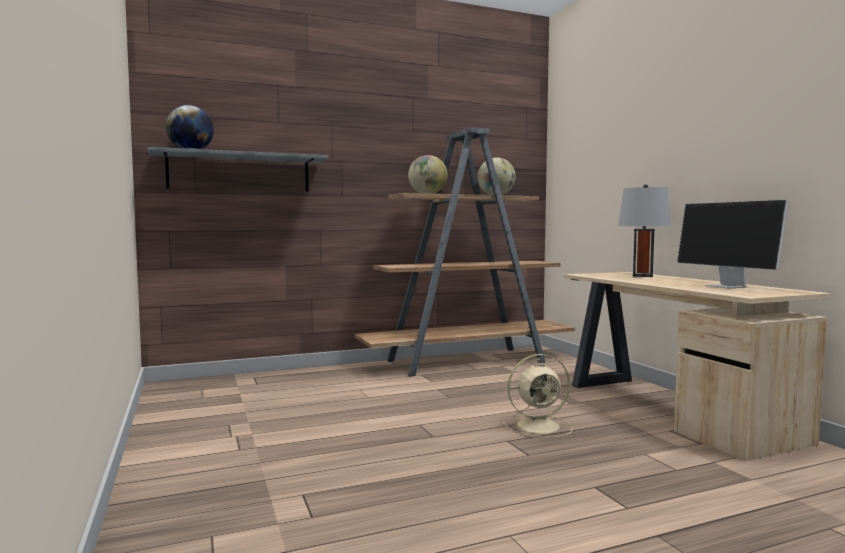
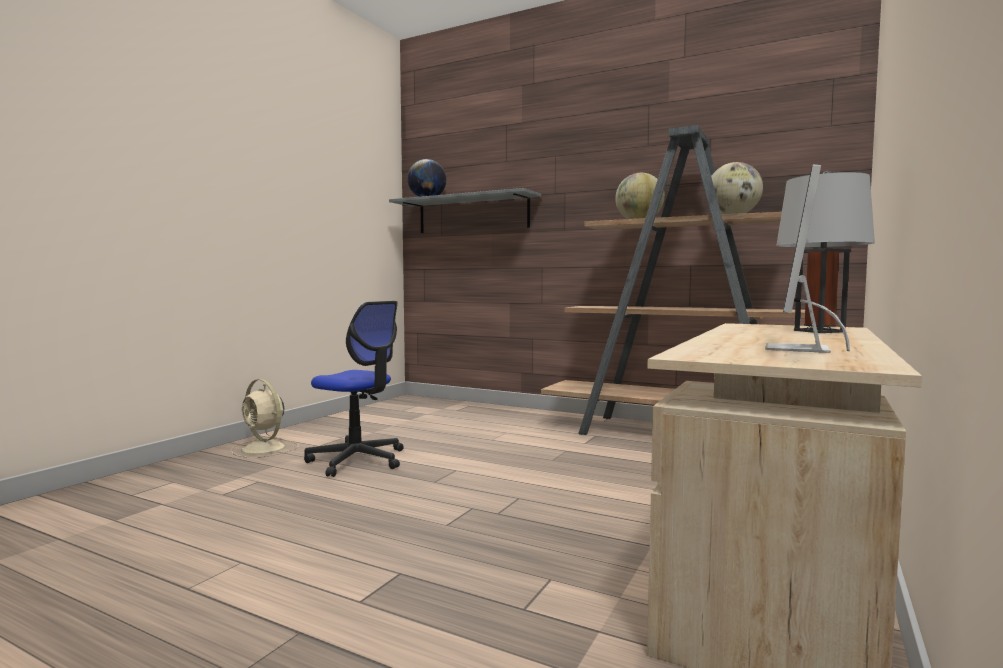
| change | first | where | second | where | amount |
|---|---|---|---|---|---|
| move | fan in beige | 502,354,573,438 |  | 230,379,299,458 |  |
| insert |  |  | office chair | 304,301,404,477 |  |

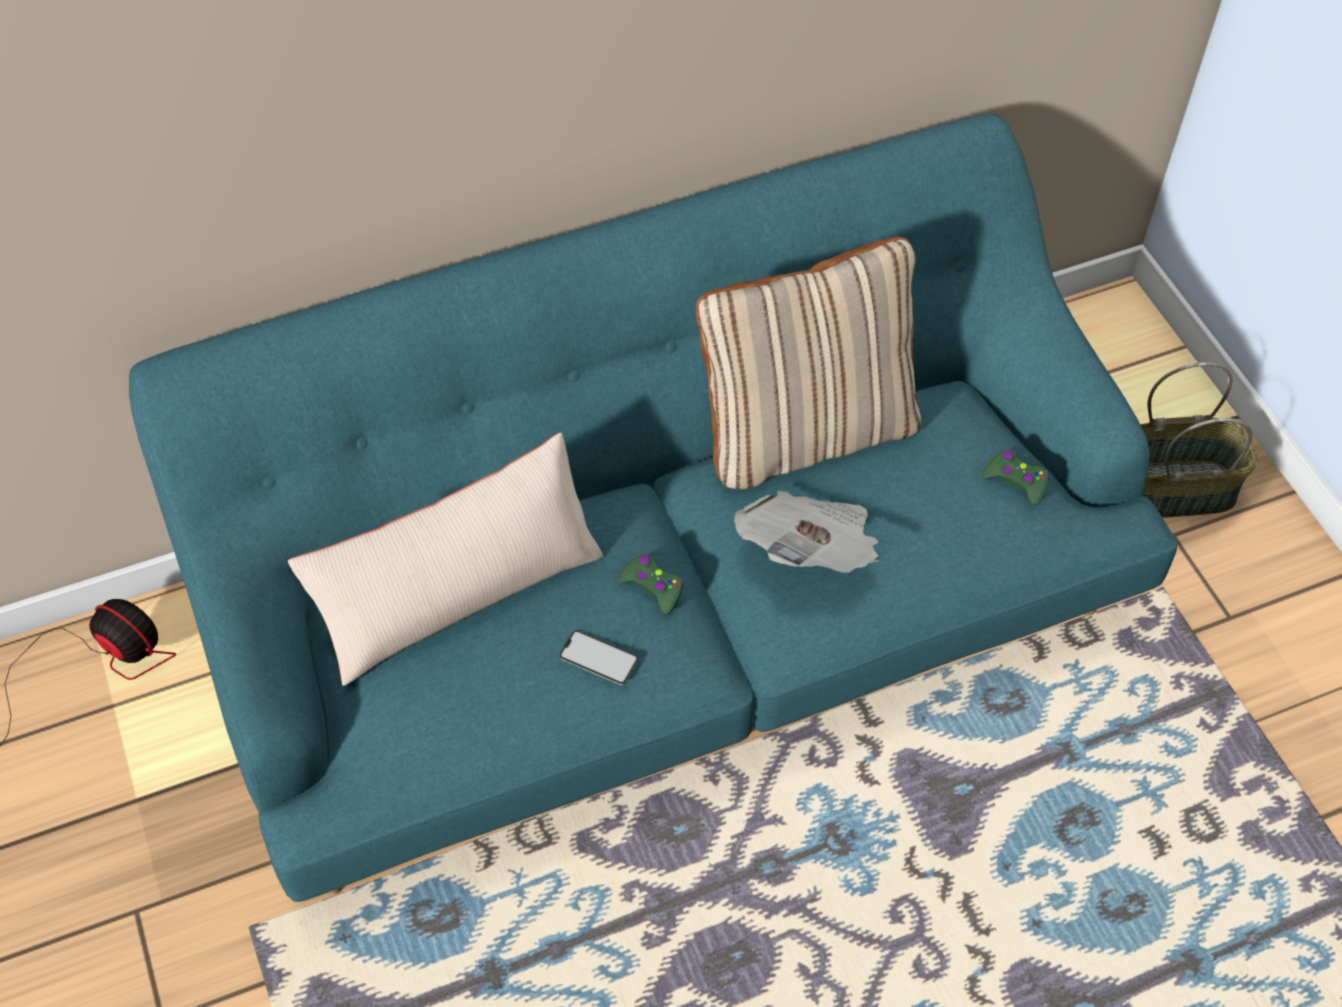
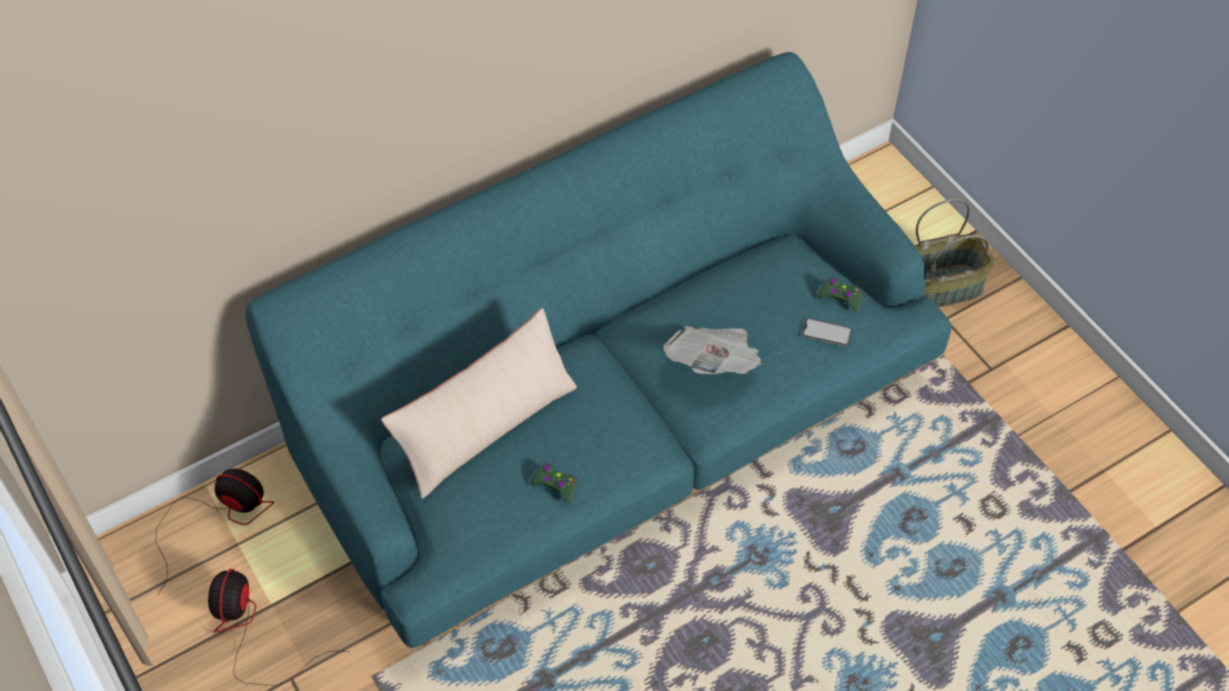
| change | first | where | second | where | amount |
|---|---|---|---|---|---|
| insert |  |  | fan | 208,569,347,686 |  |
| move | game controller in green | 618,553,684,615 |  | 530,463,577,503 |  |
| move | phone | 559,630,638,685 |  | 802,318,852,346 |  |
| delete | pillow in beige | 696,237,921,489 |  |  |  |

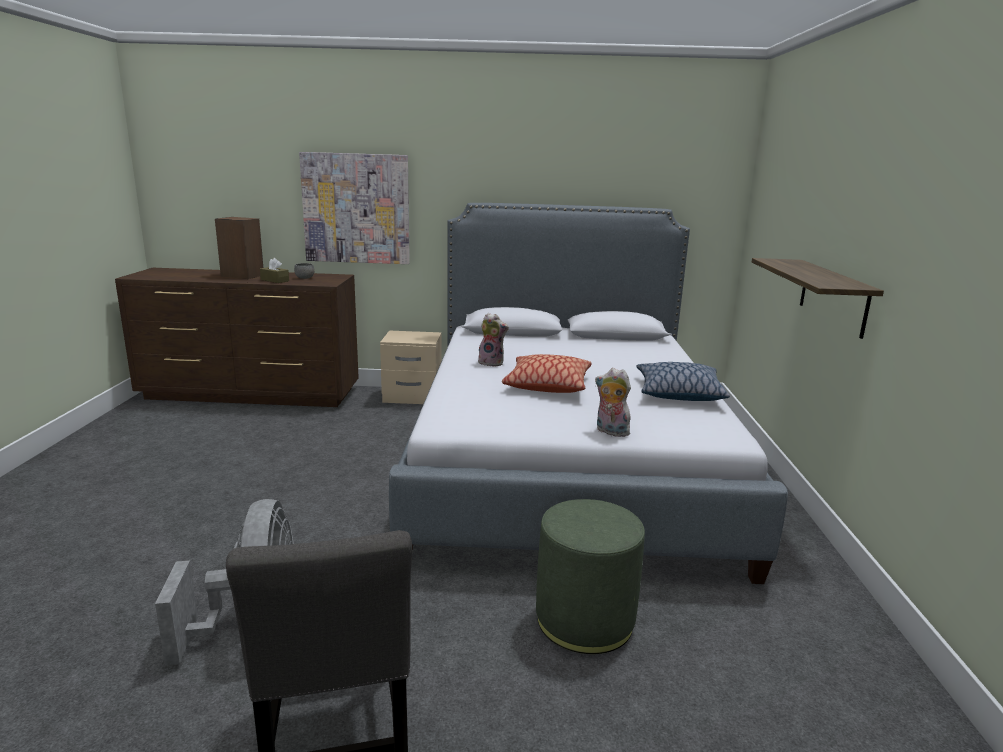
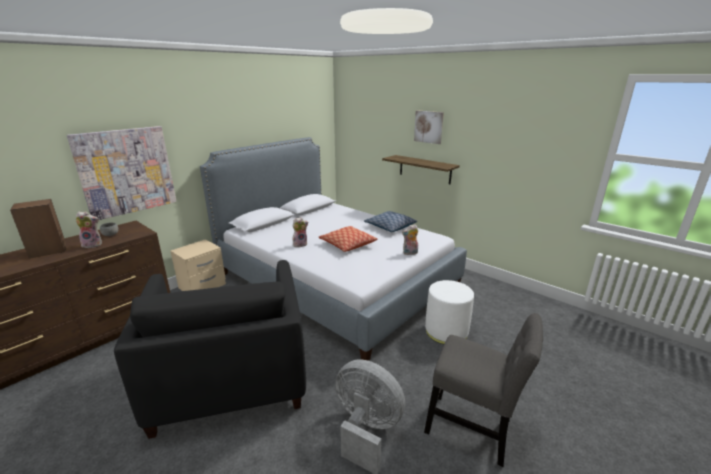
| change | first | where | second | where | amount |
|---|---|---|---|---|---|
| replace | tissue box in brown | 260,258,289,283 | plush toy | 76,211,102,248 |  |
| insert |  |  | armchair in black | 114,260,306,439 |  |
| insert |  |  | picture | 414,110,444,144 |  |
| recolor | ottoman in green | 536,499,645,654 | ottoman in white | 425,280,474,344 |  |

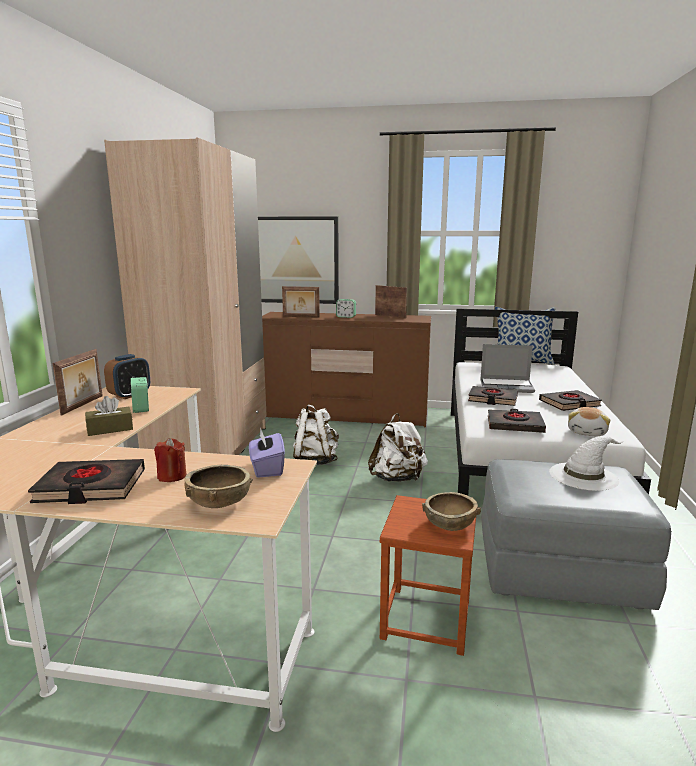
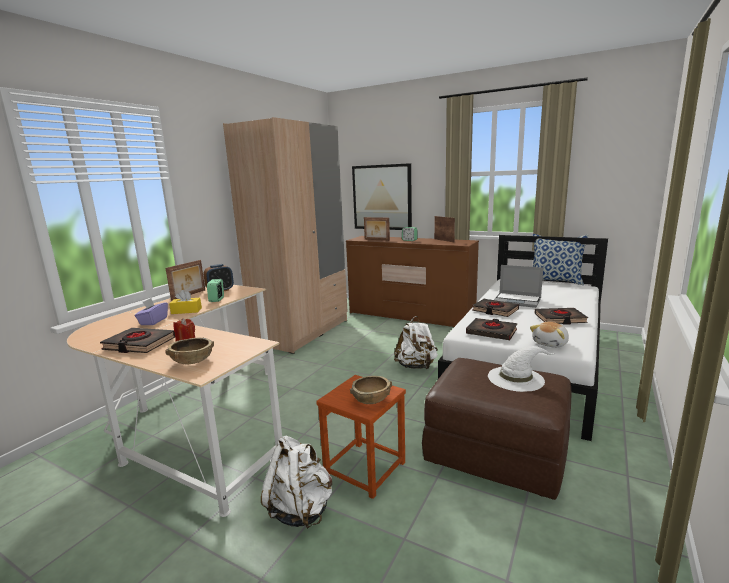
| change | first | where | second | where | amount |
|---|---|---|---|---|---|
| move | tissue box in purple | 249,427,285,478 |  | 135,298,168,325 |  |
| recolor | tissue box in brown | 85,396,133,436 | tissue box in yellow | 169,290,202,314 |  |
| move | backpack in white | 293,405,339,465 |  | 261,436,332,529 |  |
| recolor | ottoman in grey | 481,459,671,610 | ottoman in brown | 422,358,571,500 |  |

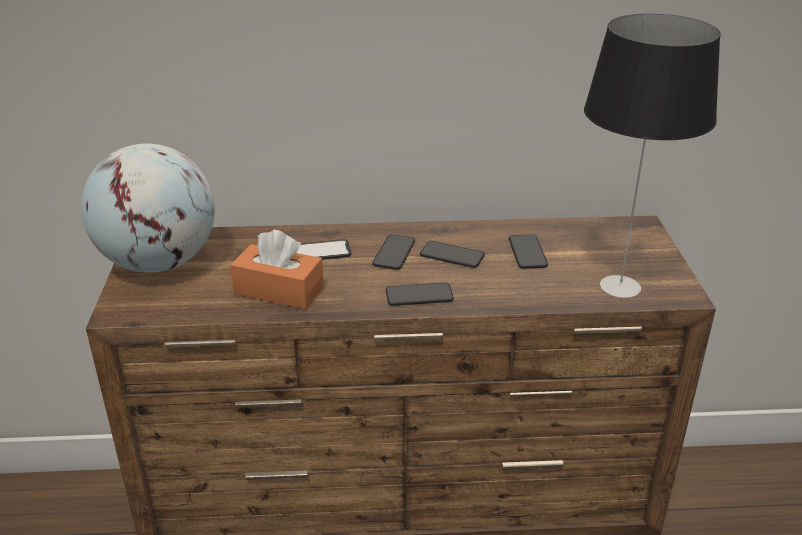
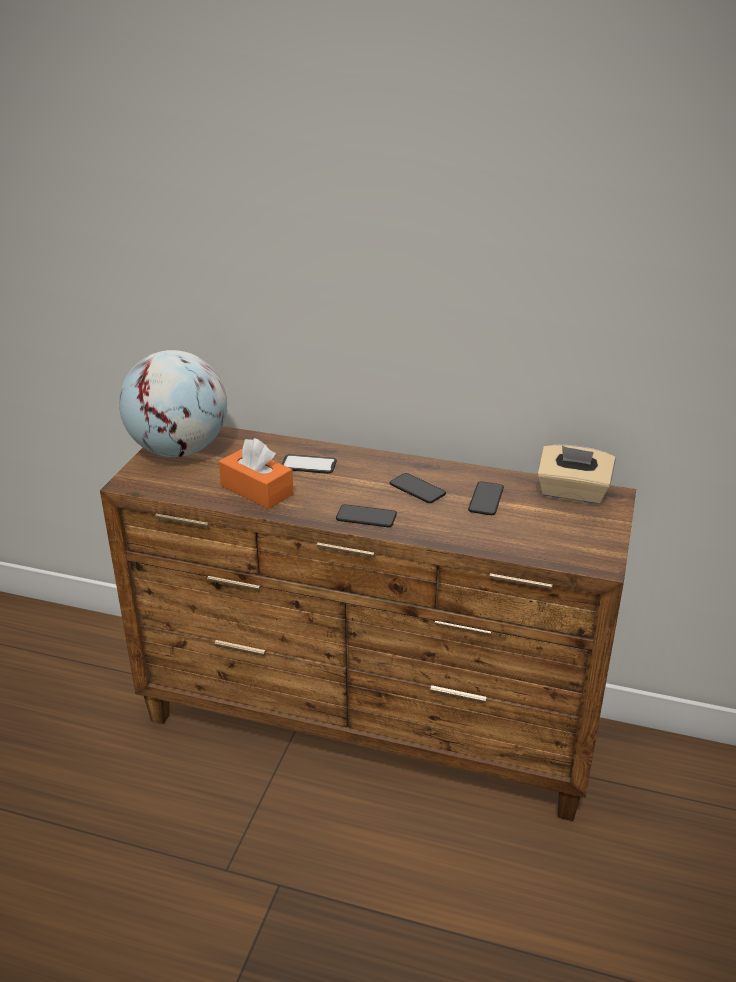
| change | first | where | second | where | amount |
|---|---|---|---|---|---|
| insert |  |  | tissue box in beige | 537,445,615,505 |  |
| delete | phone | 372,234,415,270 |  |  |  |
| delete | table lamp | 584,14,721,298 |  |  |  |

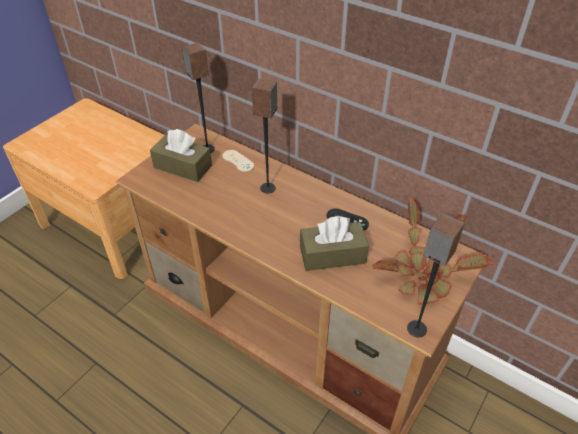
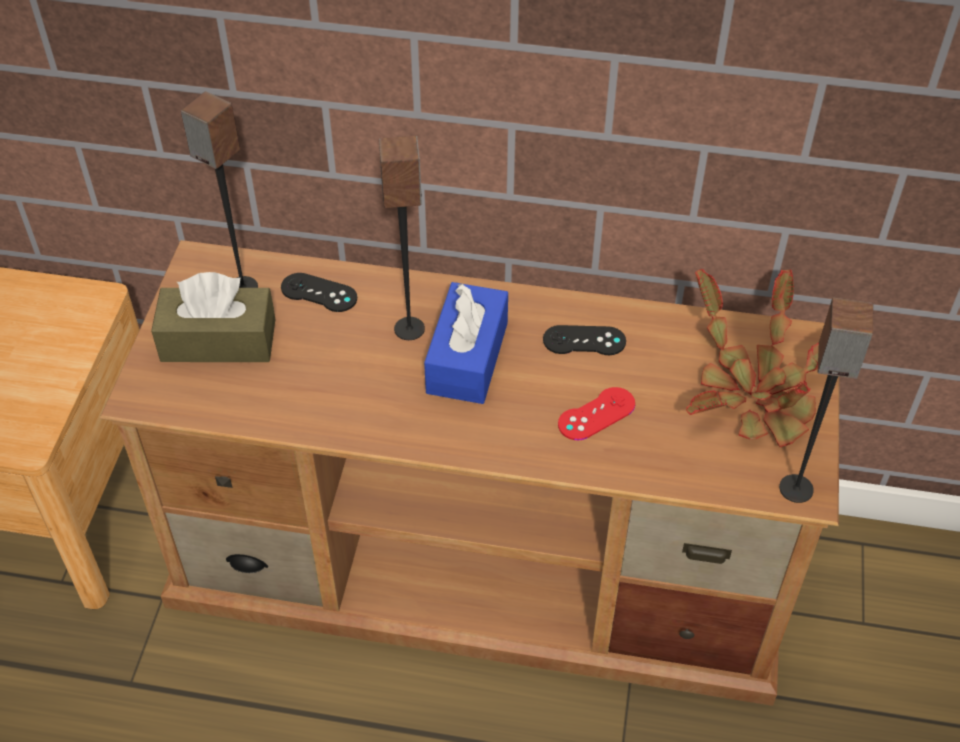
| change | first | where | second | where | amount |
|---|---|---|---|---|---|
| recolor | game controller in beige | 222,150,254,172 | game controller in black | 281,273,357,312 |  |
| insert |  |  | tissue box in blue | 424,282,508,404 |  |
| replace | tissue box in brown | 300,216,369,271 | game controller in red | 558,387,635,440 |  |

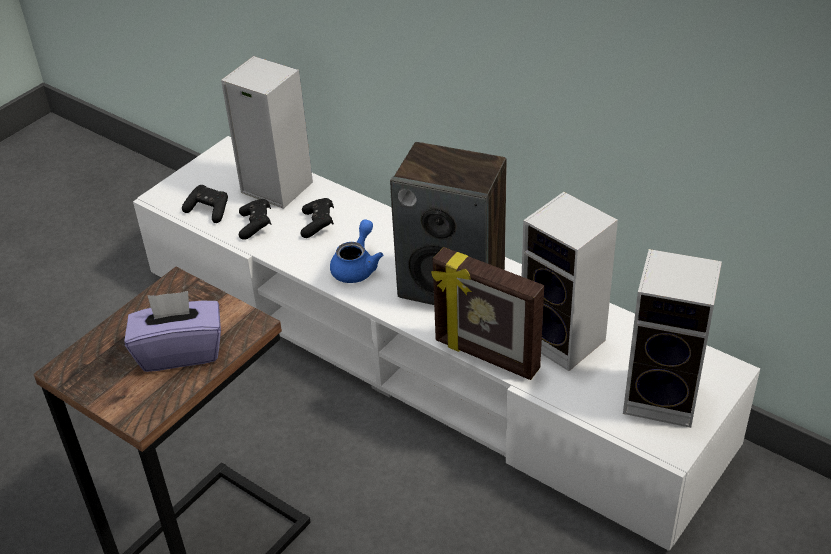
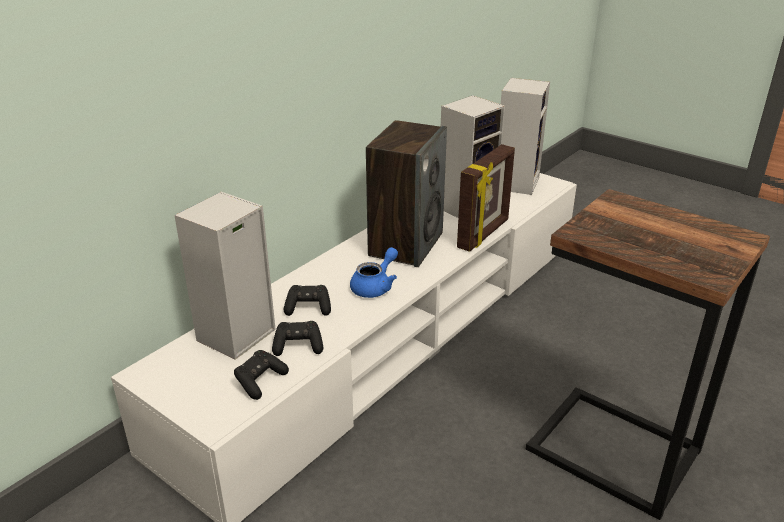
| change | first | where | second | where | amount |
|---|---|---|---|---|---|
| rotate | teapot in blue | 330,219,383,283 |  | 350,247,398,298 | 105 degrees clockwise |
| delete | tissue box in purple | 124,291,221,372 |  |  |  |

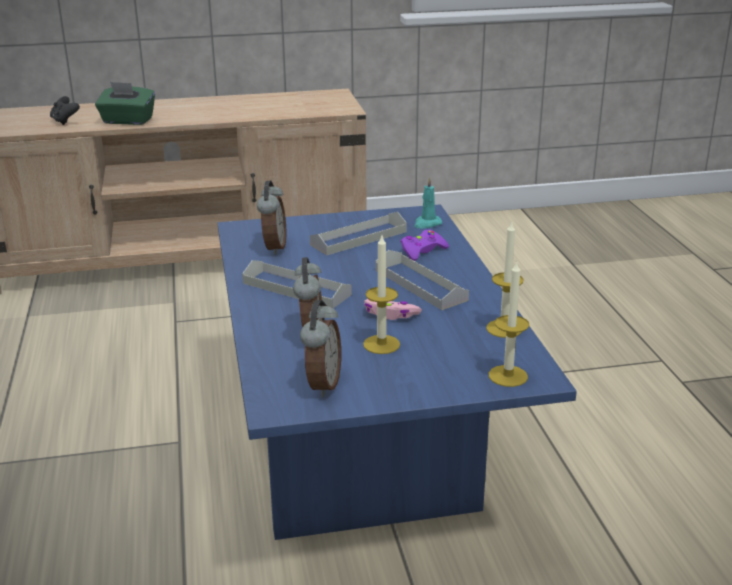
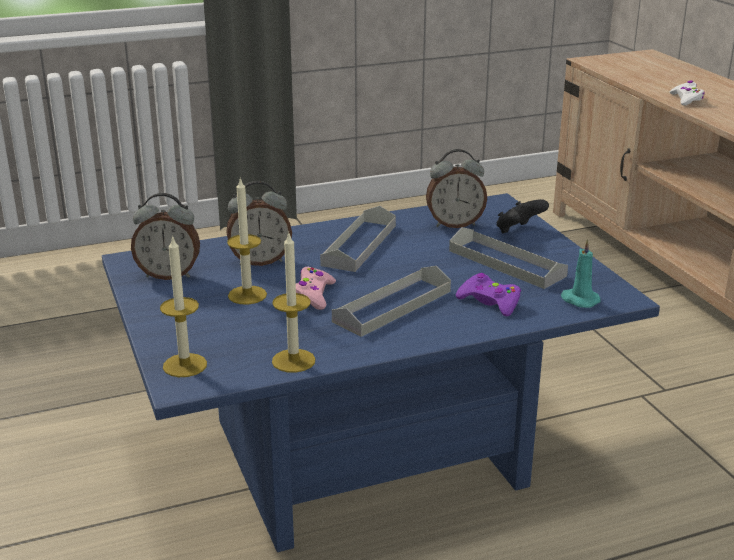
| change | first | where | second | where | amount |
|---|---|---|---|---|---|
| move | game controller in black | 50,96,80,125 |  | 497,199,549,233 |  |
| replace | tissue box in green | 95,82,155,125 | game controller in white | 670,81,705,106 |  |

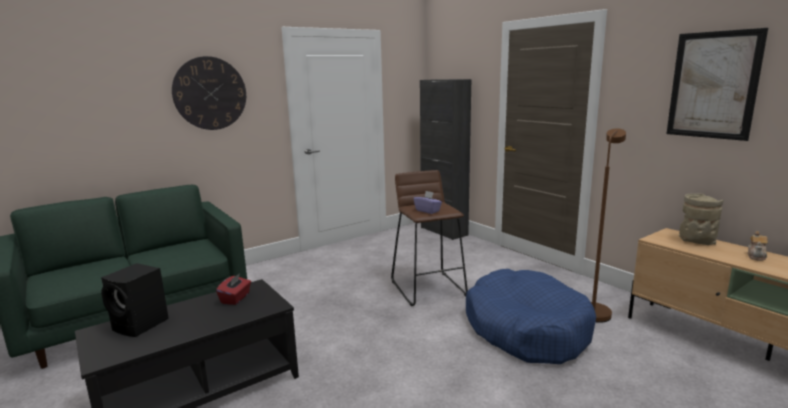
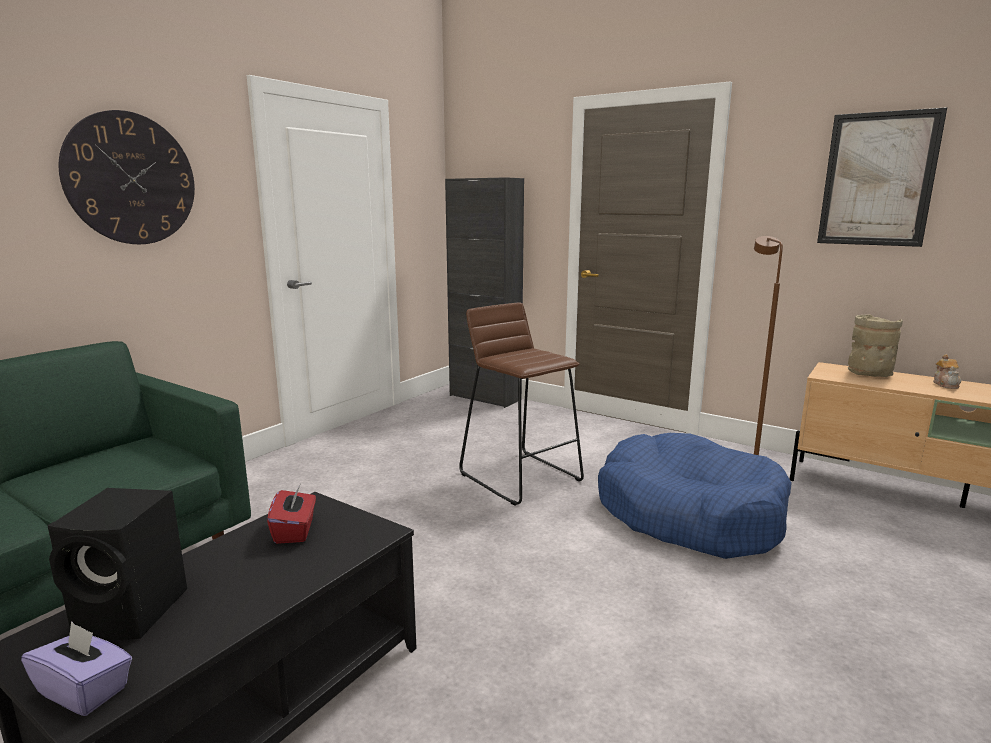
| change | first | where | second | where | amount |
|---|---|---|---|---|---|
| move | tissue box in purple | 414,191,442,214 |  | 21,621,132,716 |  |

